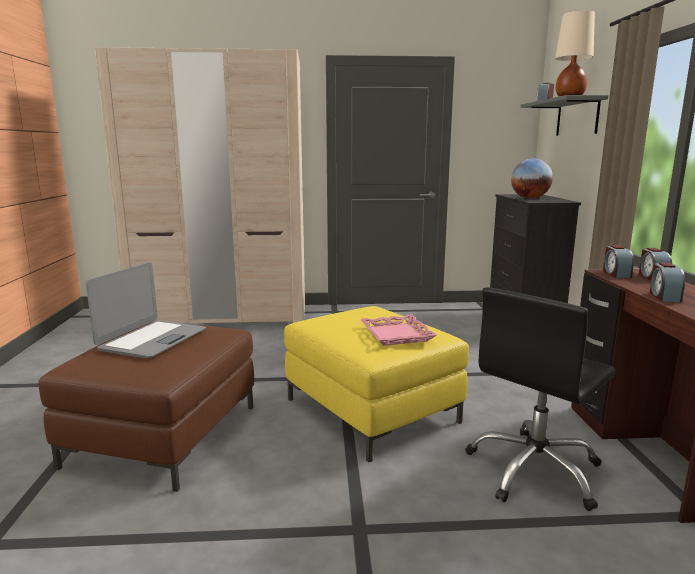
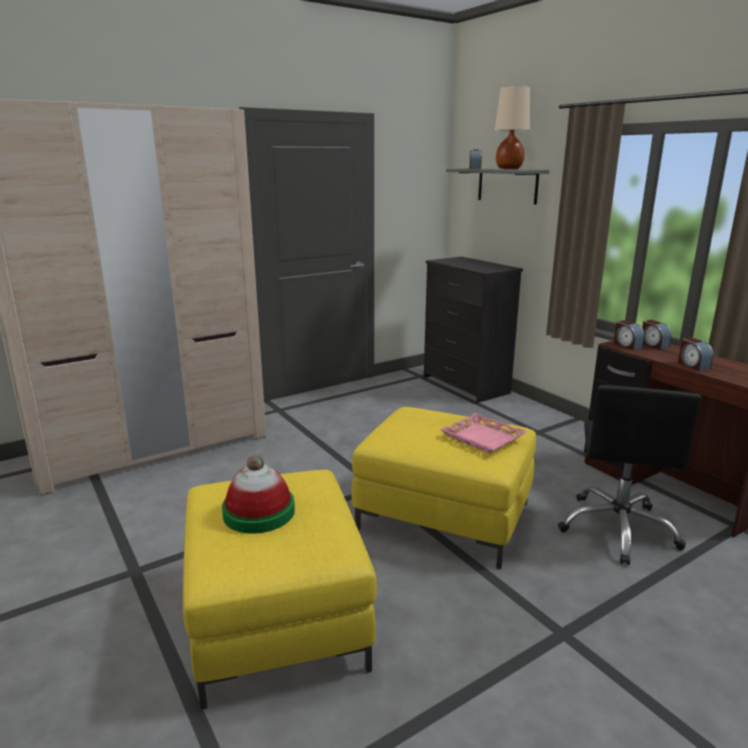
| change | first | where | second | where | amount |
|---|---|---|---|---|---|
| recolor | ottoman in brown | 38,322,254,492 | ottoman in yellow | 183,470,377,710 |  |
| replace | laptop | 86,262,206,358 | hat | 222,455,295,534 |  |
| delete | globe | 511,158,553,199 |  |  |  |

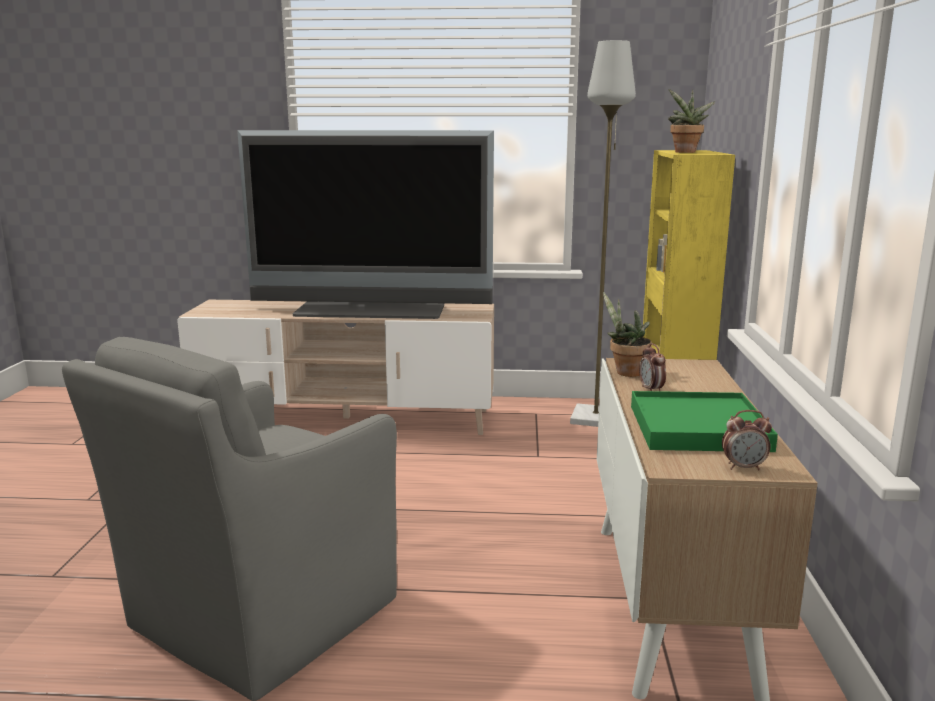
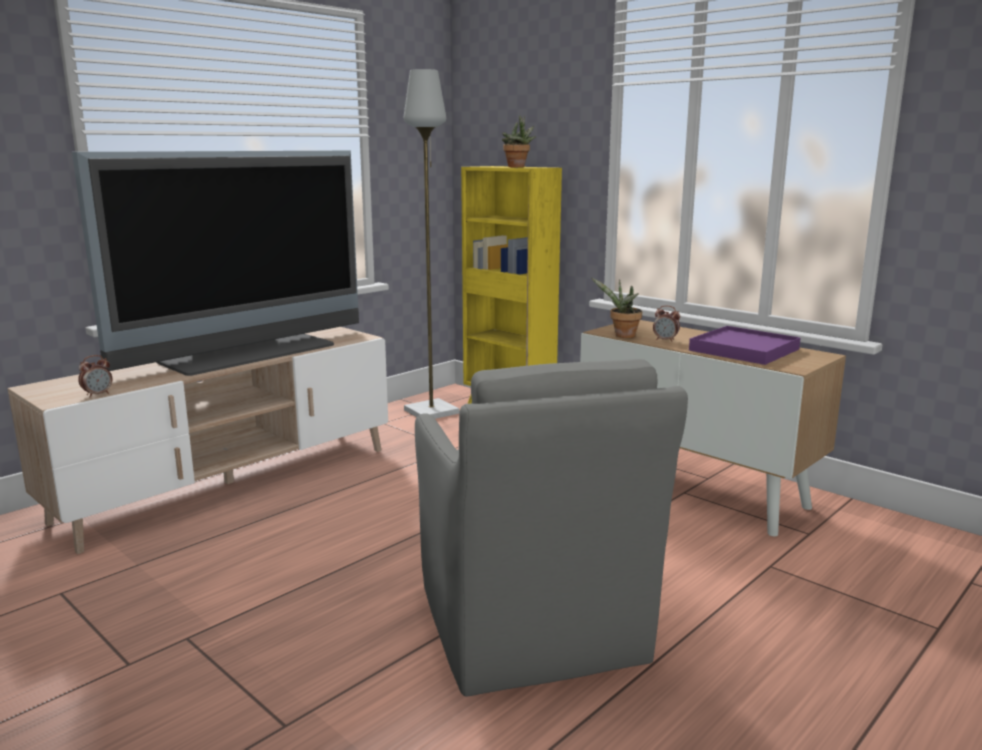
| change | first | where | second | where | amount |
|---|---|---|---|---|---|
| move | alarm clock | 722,410,772,471 |  | 78,355,112,398 |  |
| recolor | tray in green | 631,391,778,452 | tray in purple | 689,326,801,365 |  |

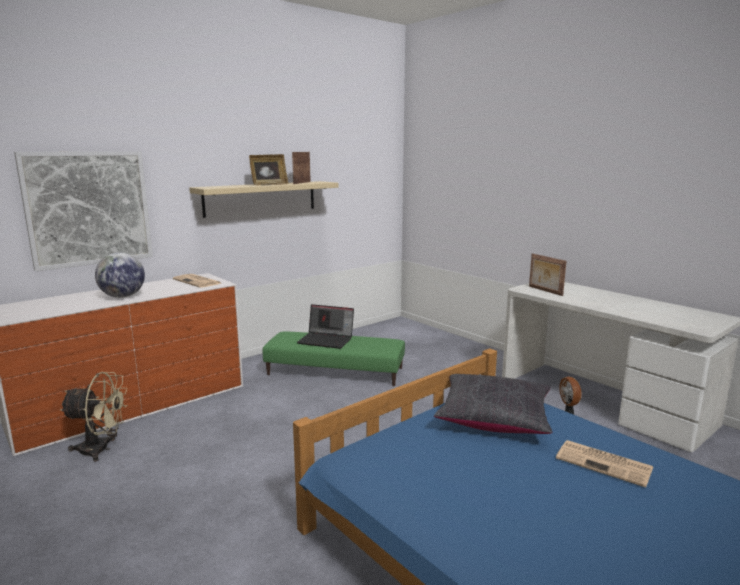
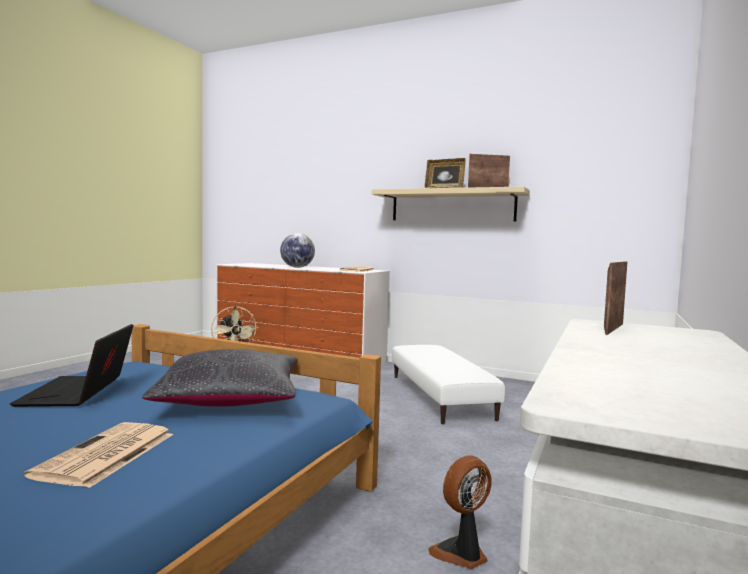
| change | first | where | second | where | amount |
|---|---|---|---|---|---|
| move | laptop | 297,304,354,349 |  | 10,324,133,407 |  |
| recolor | ottoman in green | 263,332,405,386 | ottoman in white | 392,345,505,424 |  |
| delete | picture | 14,151,153,271 |  |  |  |

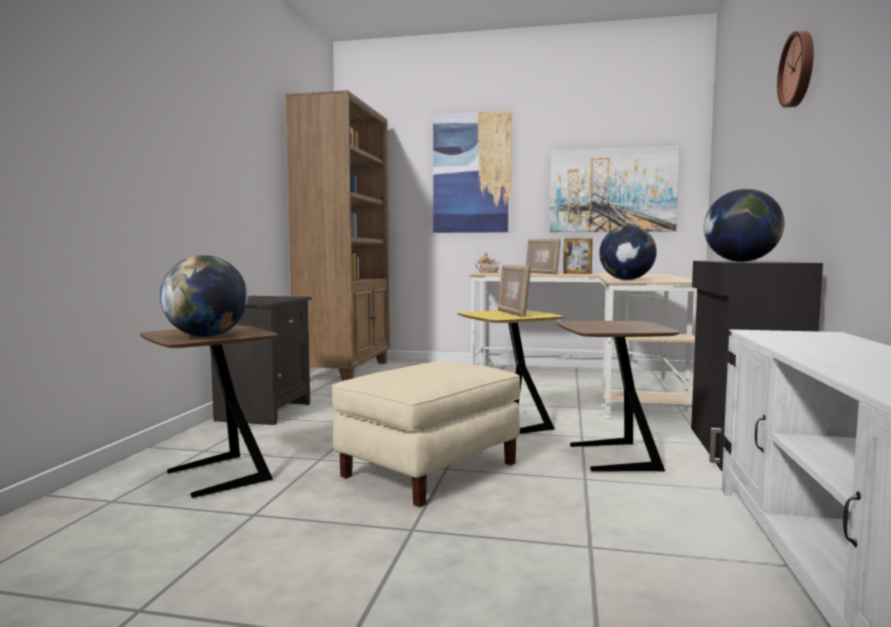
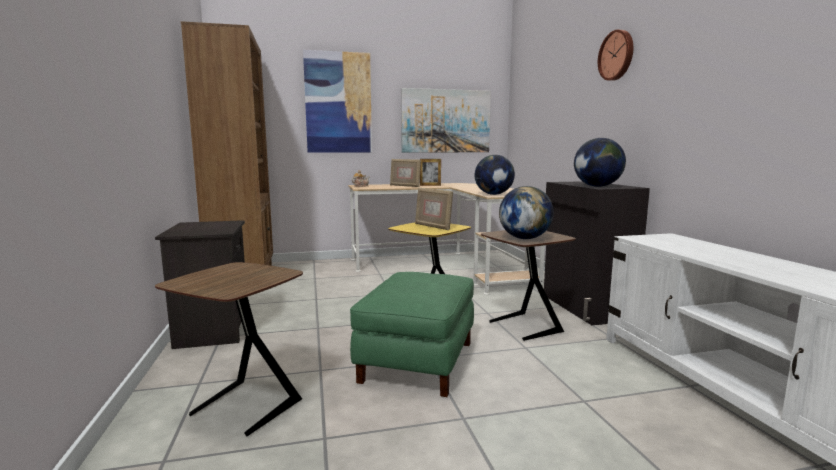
| change | first | where | second | where | amount |
|---|---|---|---|---|---|
| recolor | ottoman in beige | 332,361,520,507 | ottoman in green | 350,272,474,397 |  |
| move | globe | 160,255,248,337 |  | 499,186,554,239 |  |

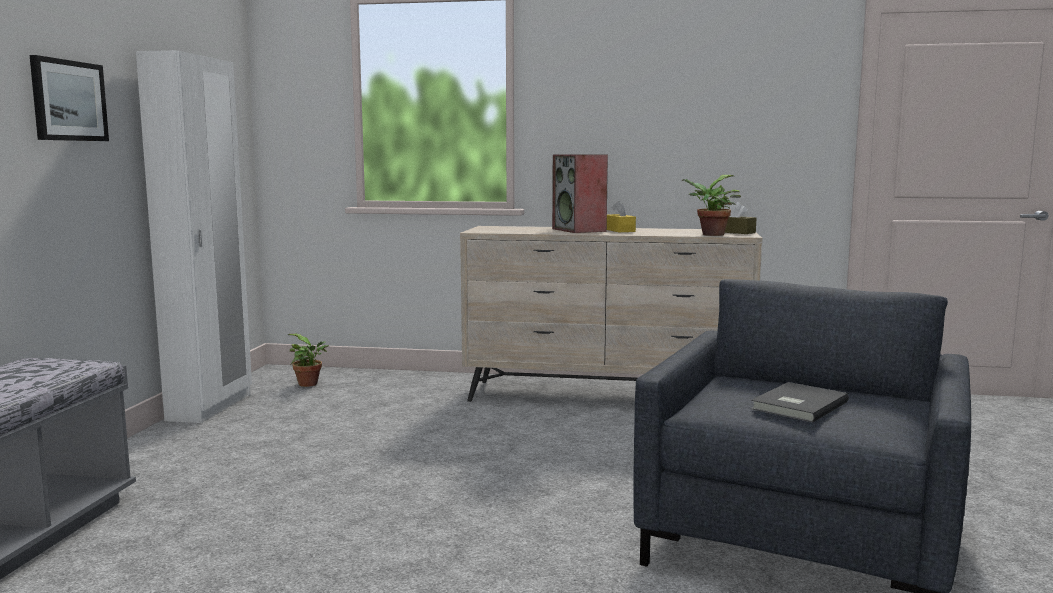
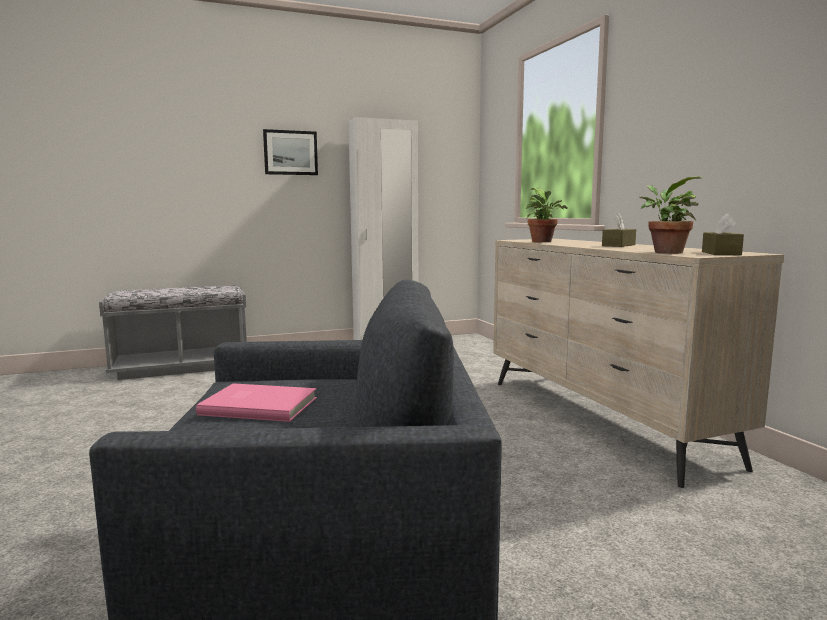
| change | first | where | second | where | amount |
|---|---|---|---|---|---|
| recolor | book in grey | 751,382,849,422 | book in pink | 196,383,317,422 |  |
| move | potted plant | 288,333,329,387 |  | 526,188,568,242 |  |
| recolor | tissue box in yellow | 607,201,636,232 | tissue box in brown | 602,214,636,247 |  |
| delete | speaker | 552,154,608,233 |  |  |  |

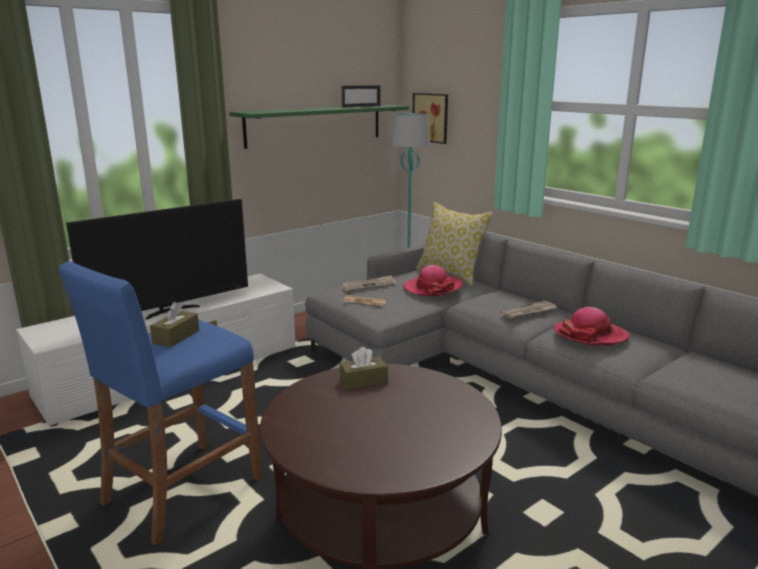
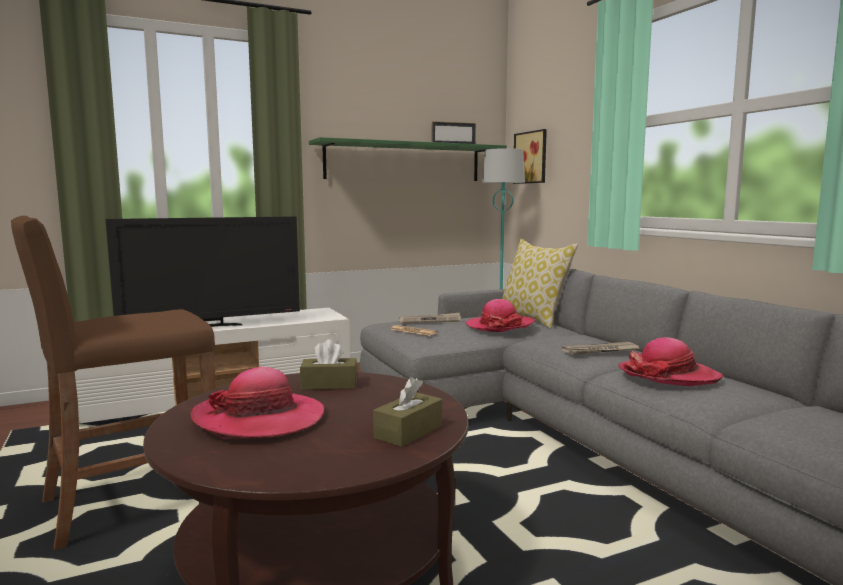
| change | first | where | second | where | amount |
|---|---|---|---|---|---|
| recolor | stool in blue | 59,261,262,545 | stool in brown | 11,216,216,550 |  |
| insert |  |  | hat | 190,367,324,439 |  |
| move | tissue box in brown | 150,302,199,347 |  | 373,377,442,447 |  |

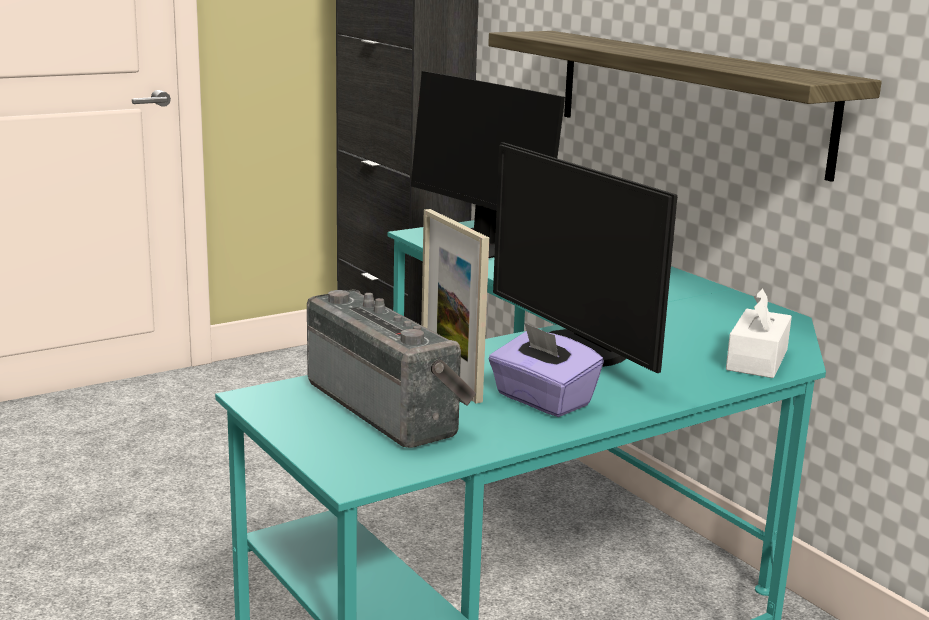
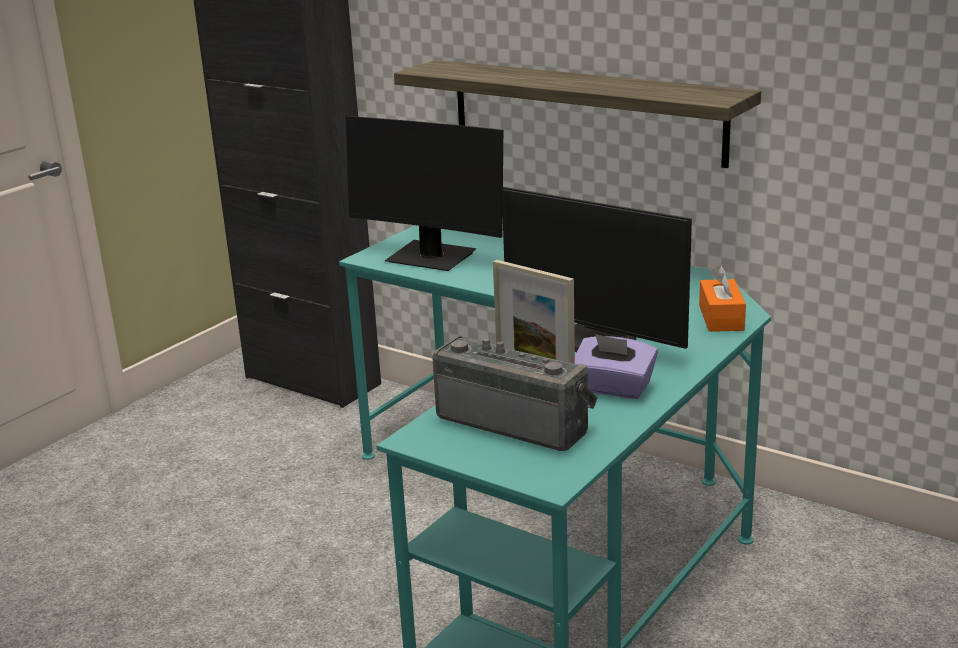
| change | first | where | second | where | amount |
|---|---|---|---|---|---|
| recolor | tissue box in white | 726,288,792,378 | tissue box in orange | 699,265,746,332 |  |

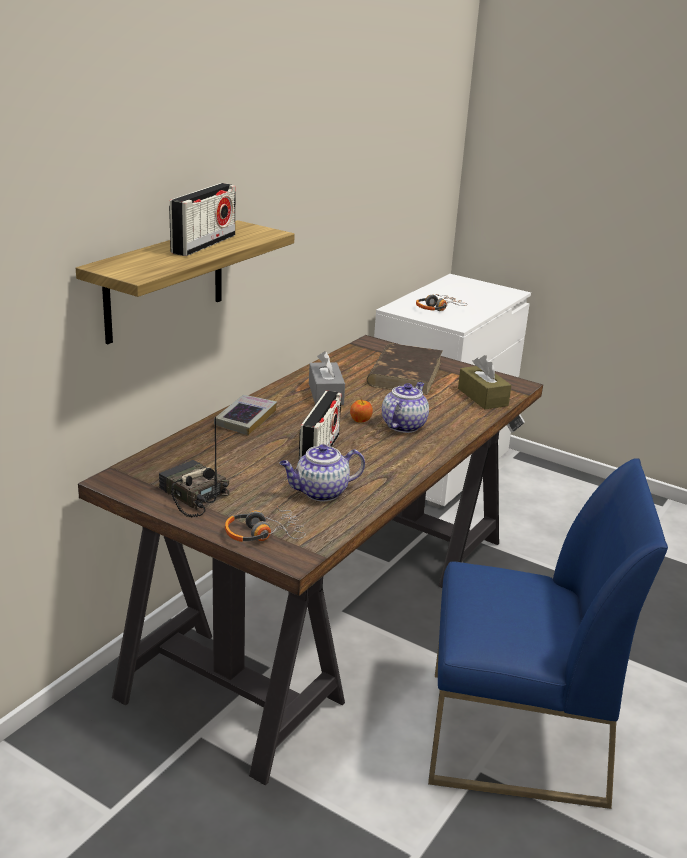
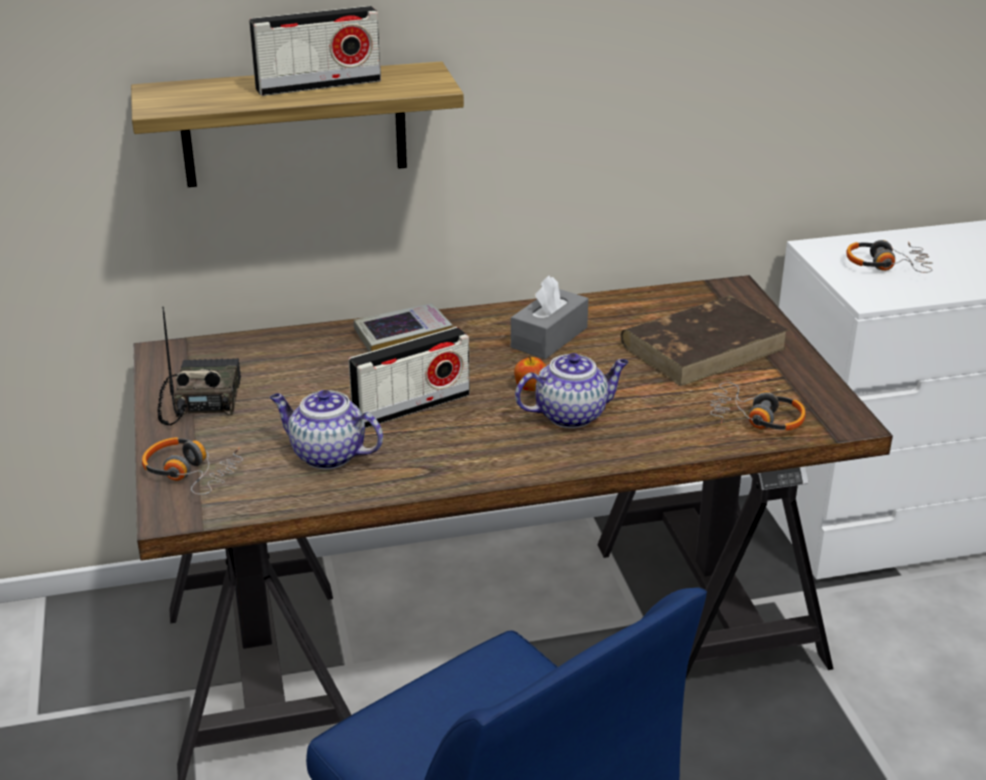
| change | first | where | second | where | amount |
|---|---|---|---|---|---|
| replace | tissue box in brown | 458,355,511,409 | headphones | 710,382,806,431 |  |

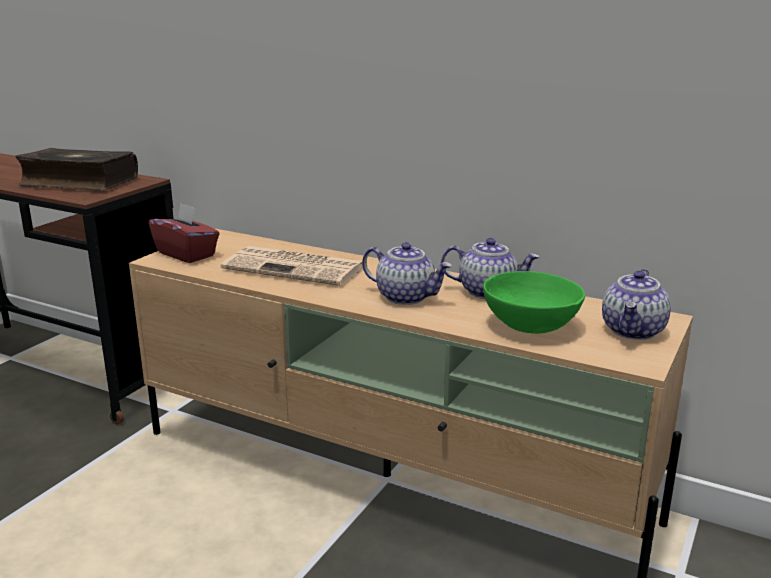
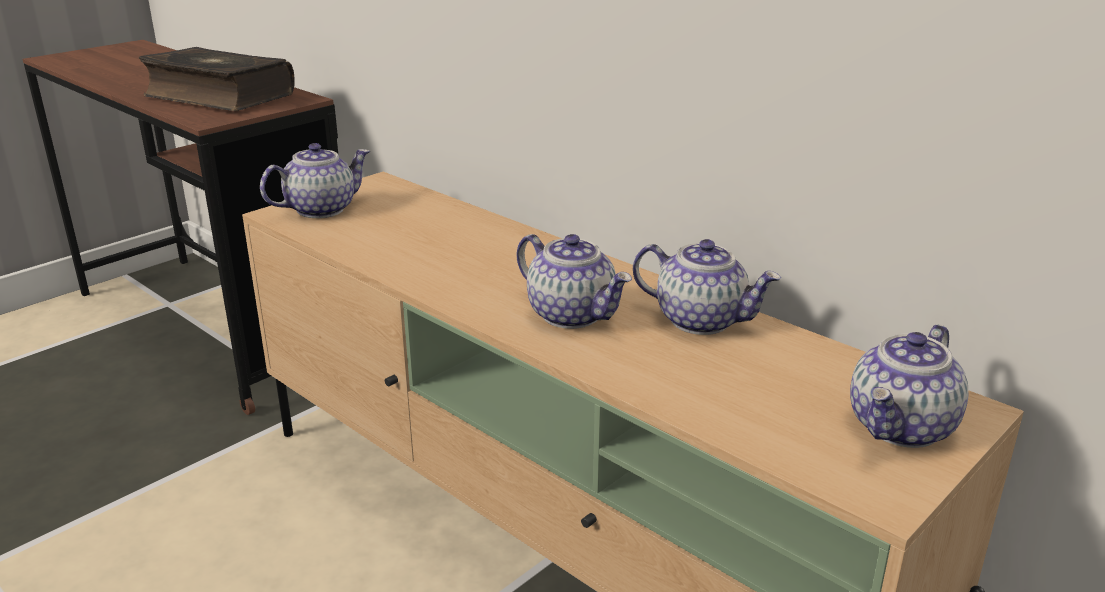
| change | first | where | second | where | amount |
|---|---|---|---|---|---|
| replace | tissue box in red | 149,203,220,263 | teapot | 260,143,370,218 |  |
| delete | newspaper | 221,246,363,286 |  |  |  |
| delete | bowl in green | 483,271,585,334 |  |  |  |

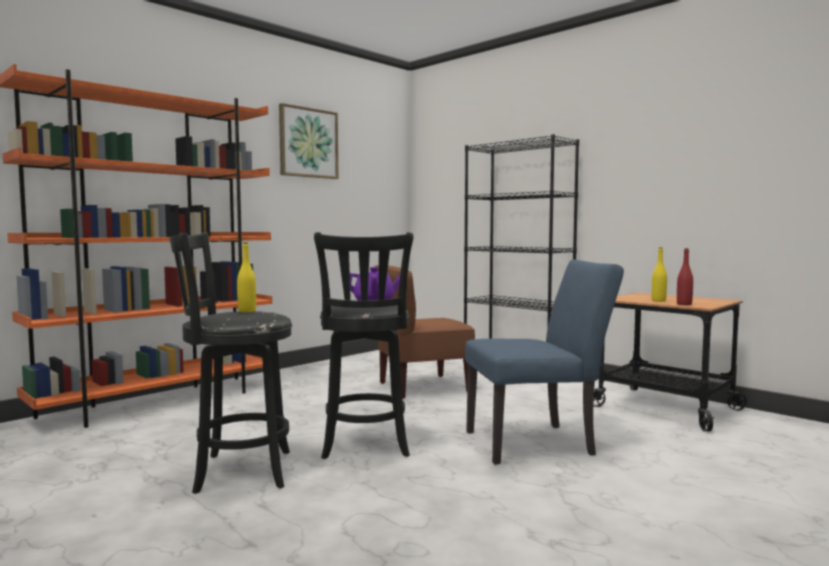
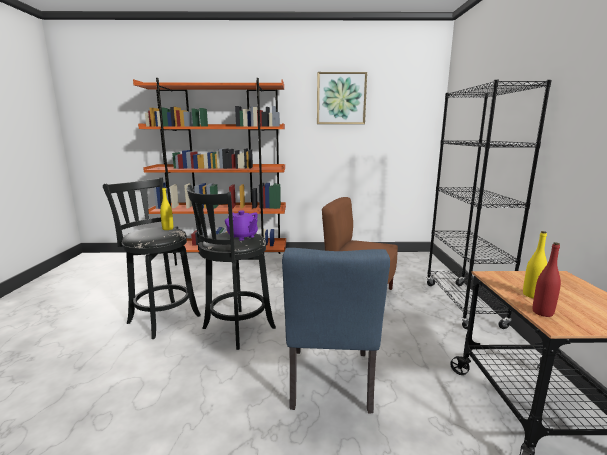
| change | first | where | second | where | amount |
|---|---|---|---|---|---|
| rotate | chair in blue | 465,259,624,464 |  | 282,248,390,414 | 60 degrees clockwise |

